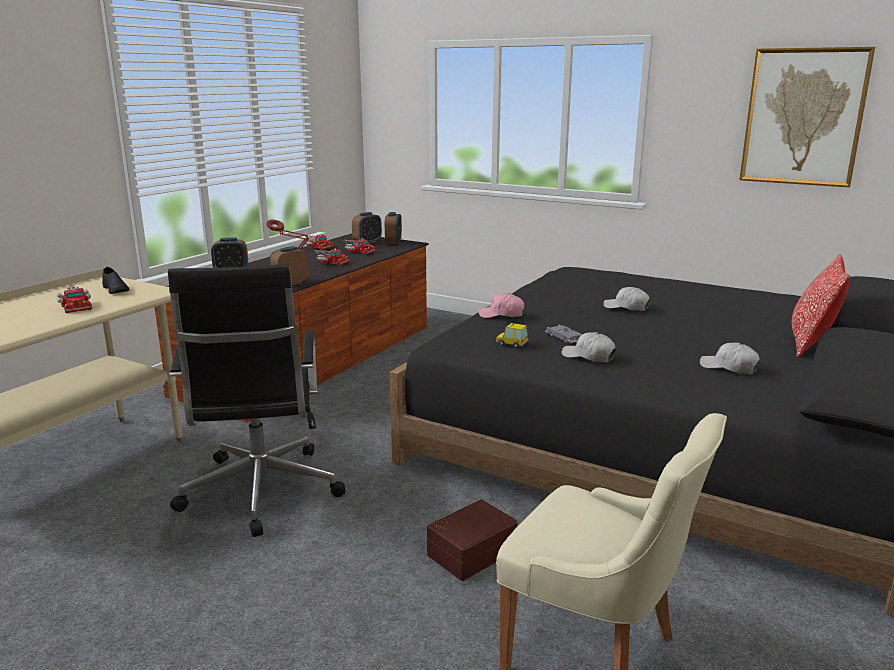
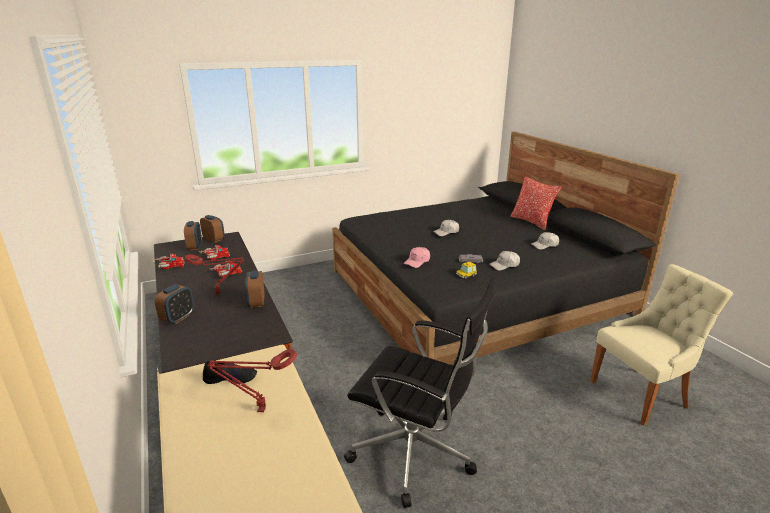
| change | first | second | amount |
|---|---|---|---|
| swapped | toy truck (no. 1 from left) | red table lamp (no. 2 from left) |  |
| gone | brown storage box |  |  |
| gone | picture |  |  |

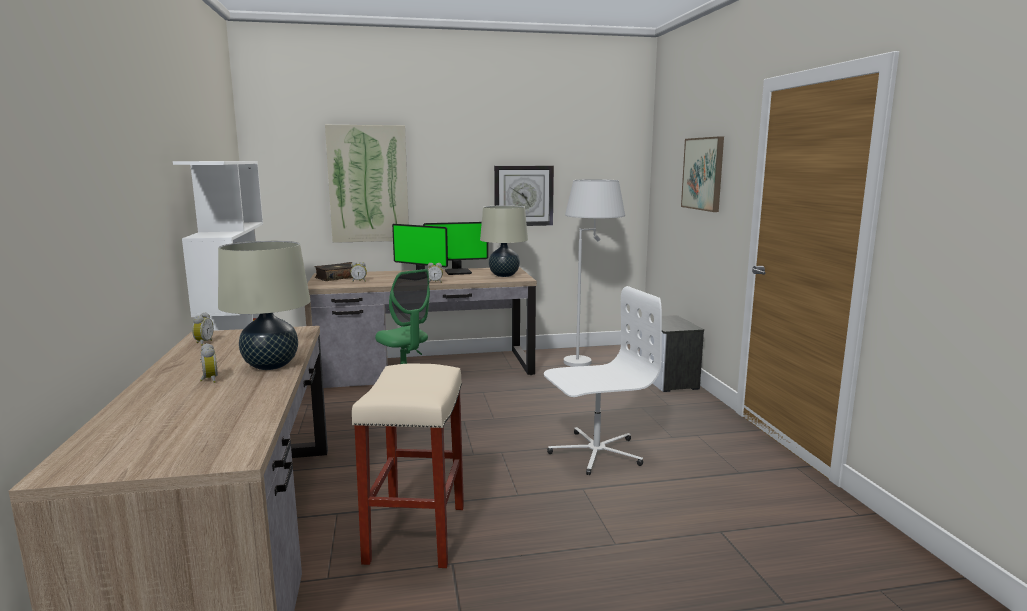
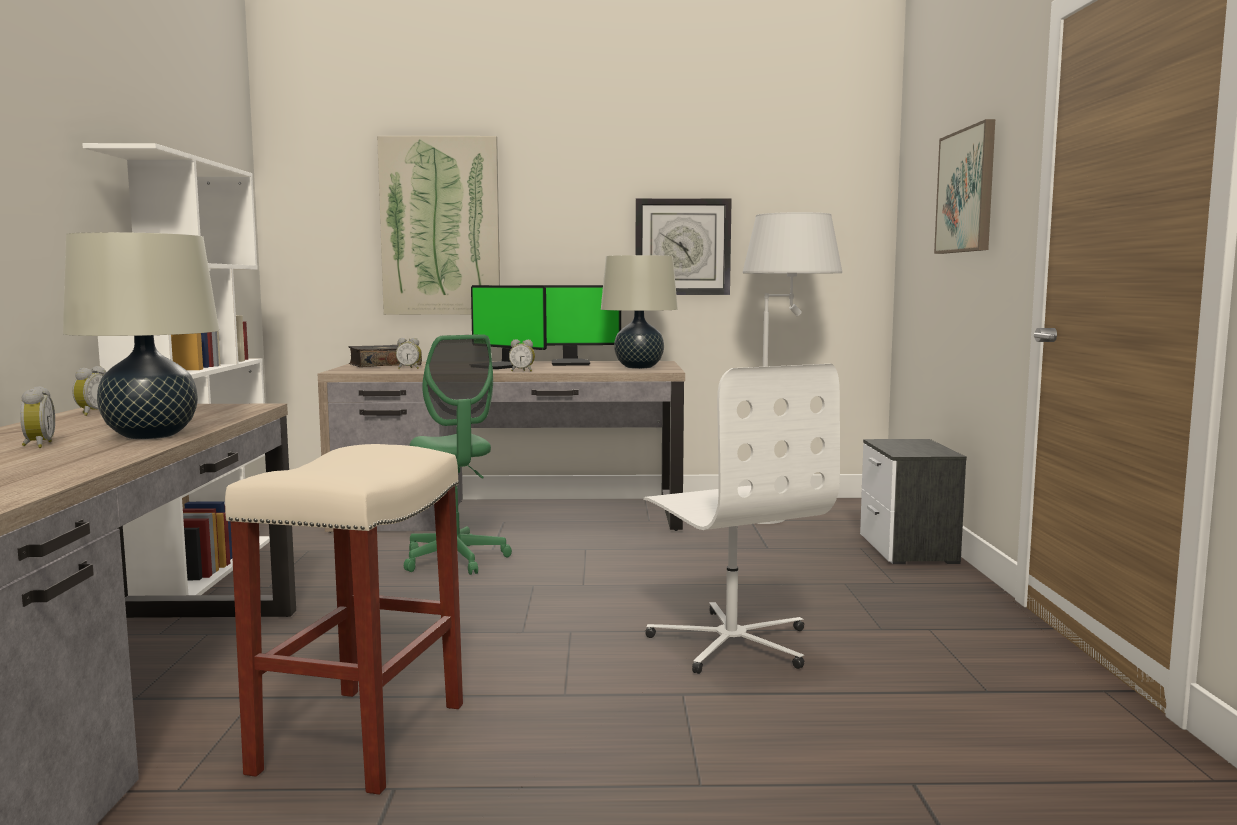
| change | first | second | amount |
|---|---|---|---|
| rotated | white office chair |  | 75 degrees clockwise |

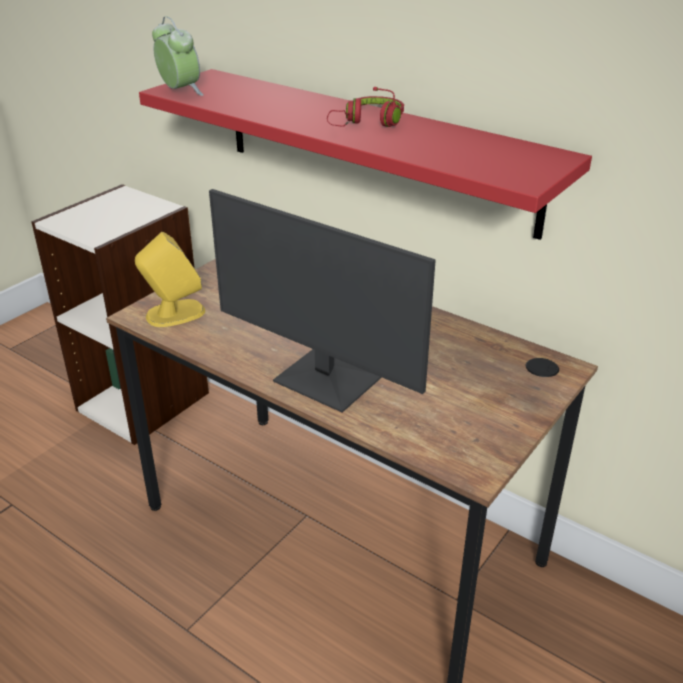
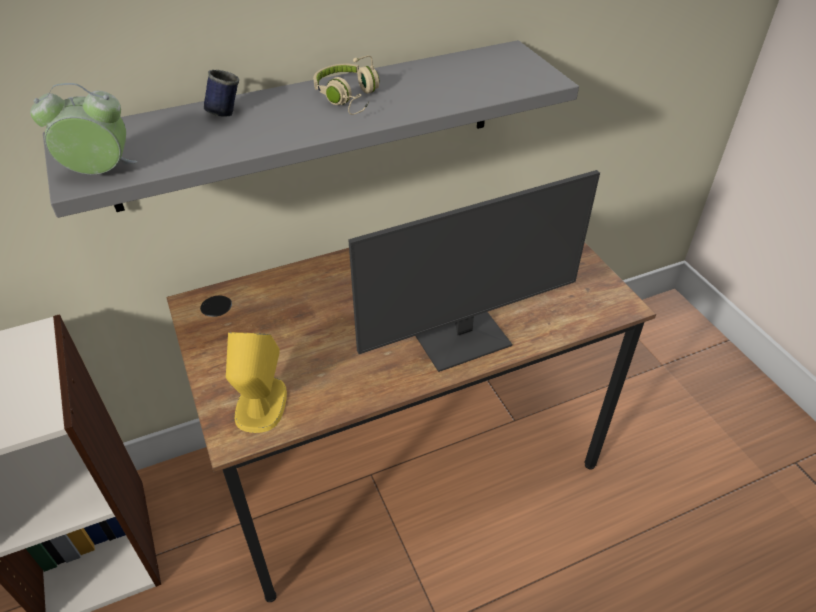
| change | first | second | amount |
|---|---|---|---|
| repainted | red shelf | grey shelf |  |
| new |  | blue mug |  |
| repainted | red headphones | beige headphones |  |

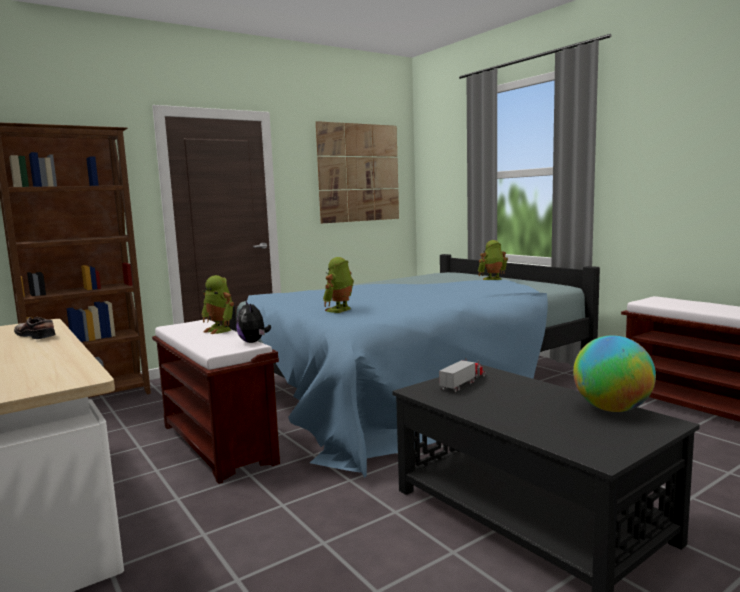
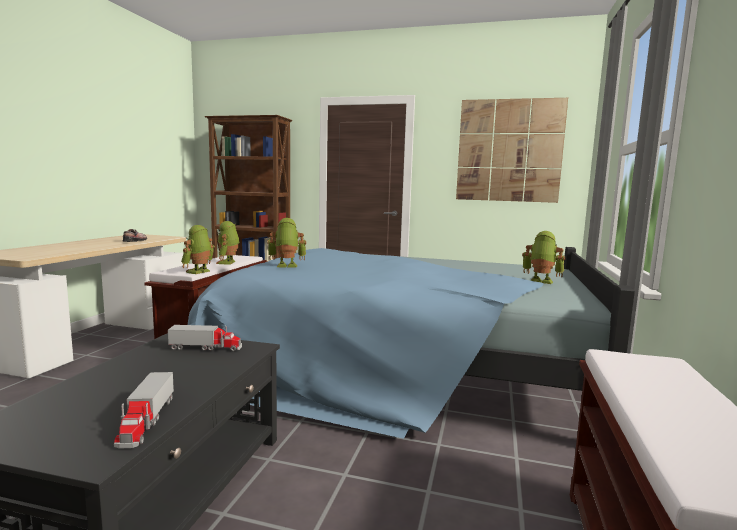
| change | first | second | amount |
|---|---|---|---|
| swapped | globe | toy truck (no. 1 from left) |  |
| swapped | plush toy | toy robot (no. 1 from left) |  |

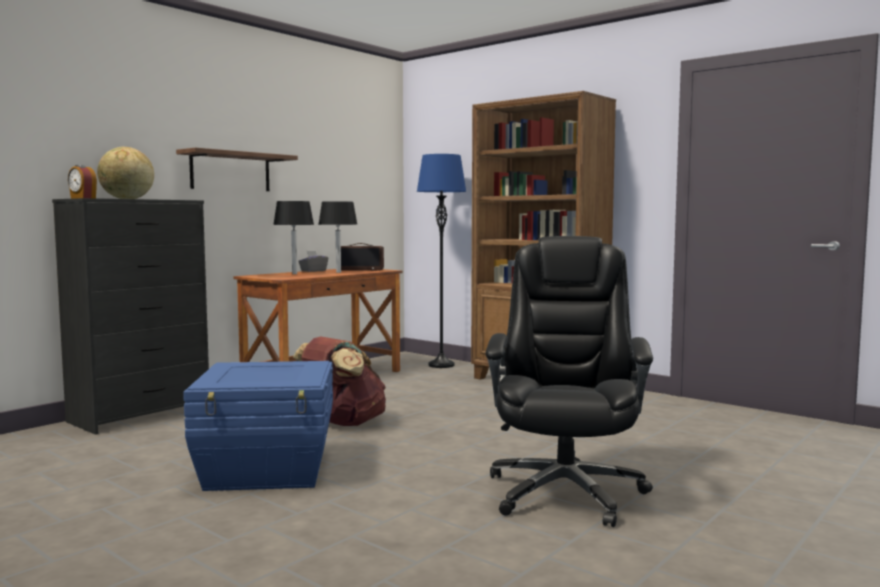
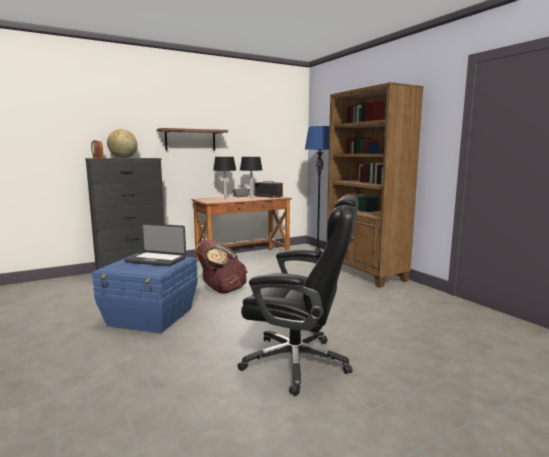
| change | first | second | amount |
|---|---|---|---|
| new |  | laptop |  |
| rotated | black office chair |  | 75 degrees clockwise |

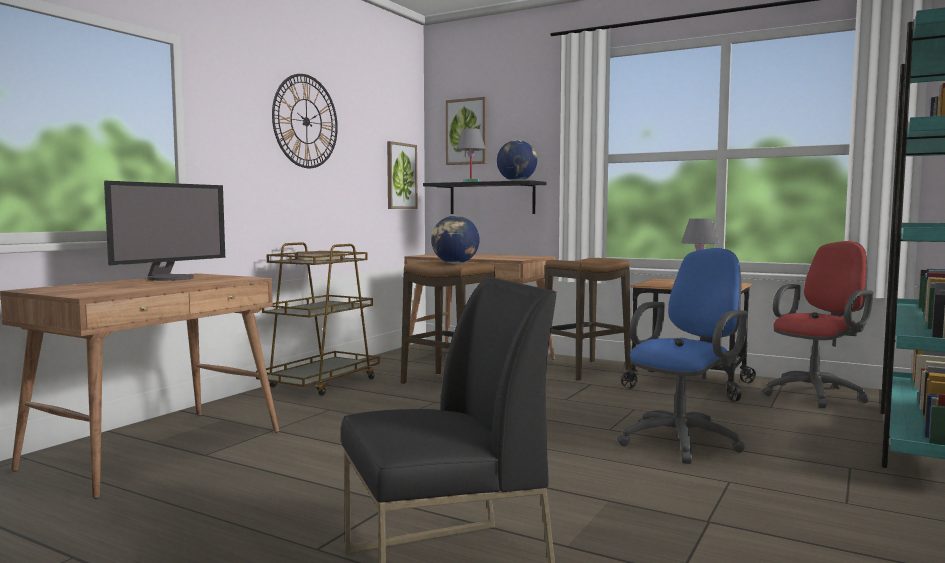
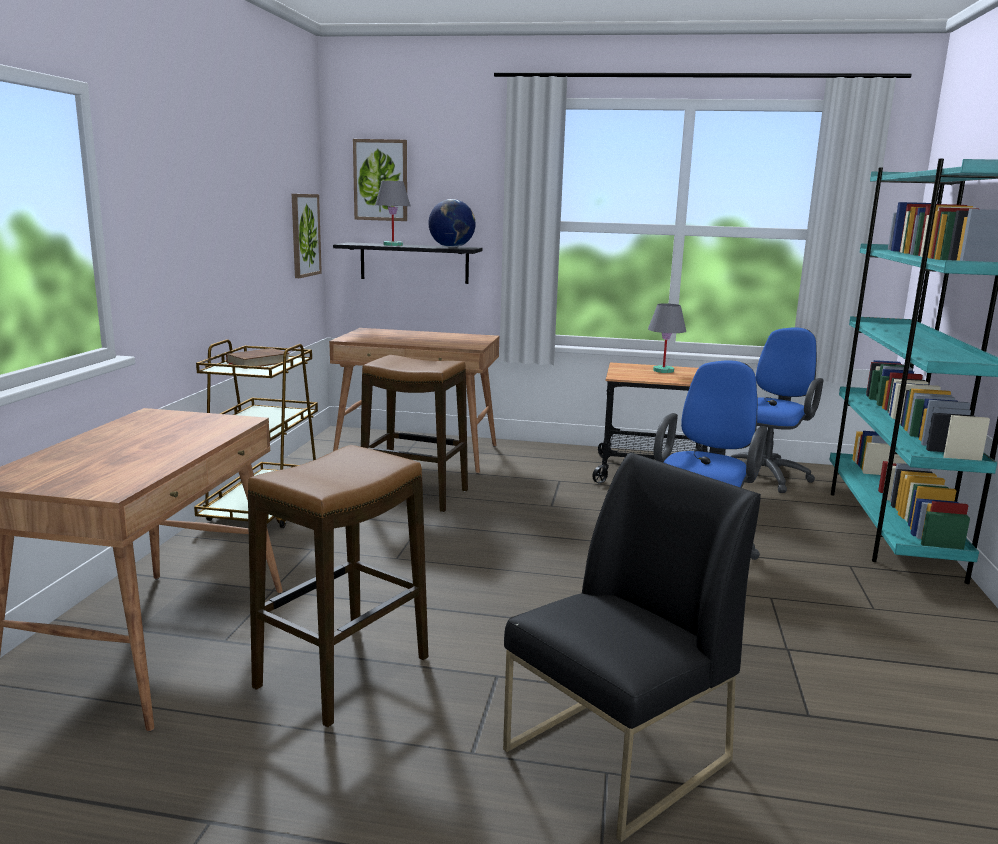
| change | first | second | amount |
|---|---|---|---|
| shifted | stool (no. 2 from left in the first image) | stool (no. 1 from left) |  |
| repainted | red office chair | blue office chair (no. 2 from left) |  |
| gone | monitor |  |  |
| gone | wall clock |  |  |
| gone | globe (no. 1 from left) |  |  |

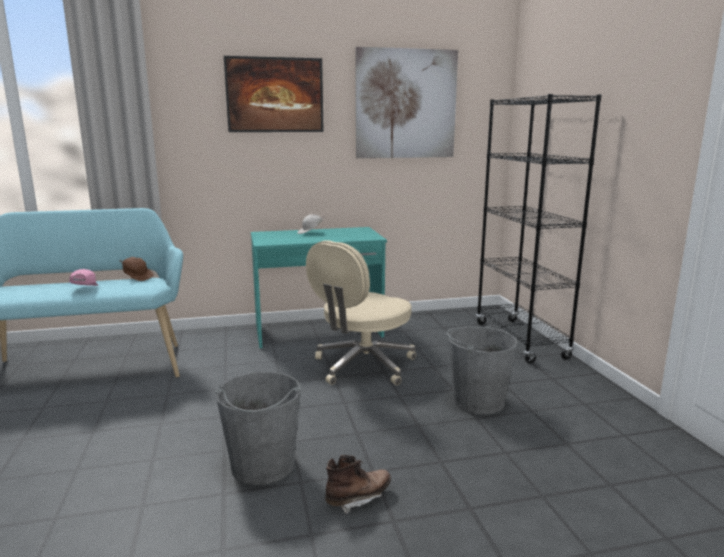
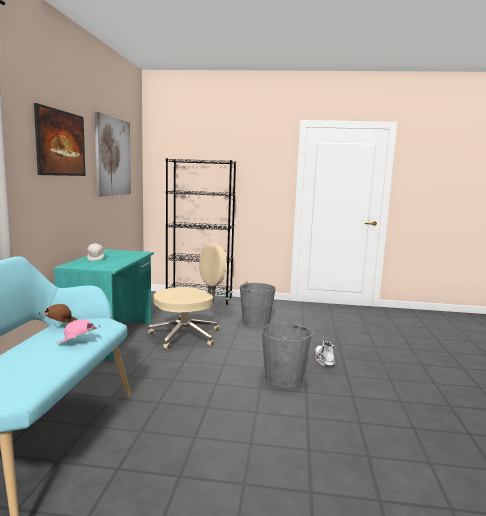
| change | first | second | amount |
|---|---|---|---|
| rotated | beige office chair |  | 90 degrees counterclockwise |
| repainted | brown boot | white boot |  |

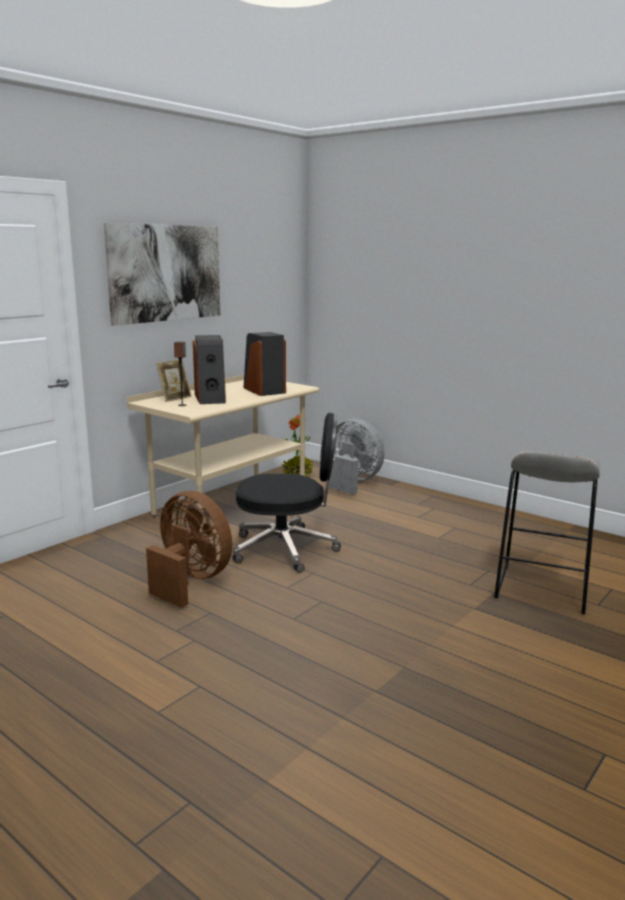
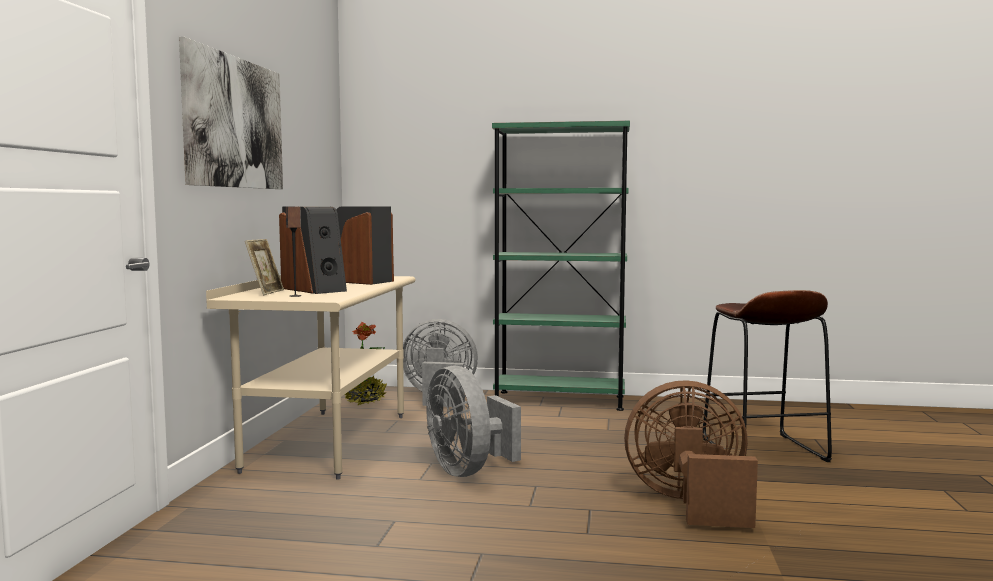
| change | first | second | amount |
|---|---|---|---|
| swapped | black office chair | grey fan (no. 2 from left) |  |
| new |  | green bookcase |  |
| shifted | brown fan |  |  |
| repainted | grey stool | brown stool |  |

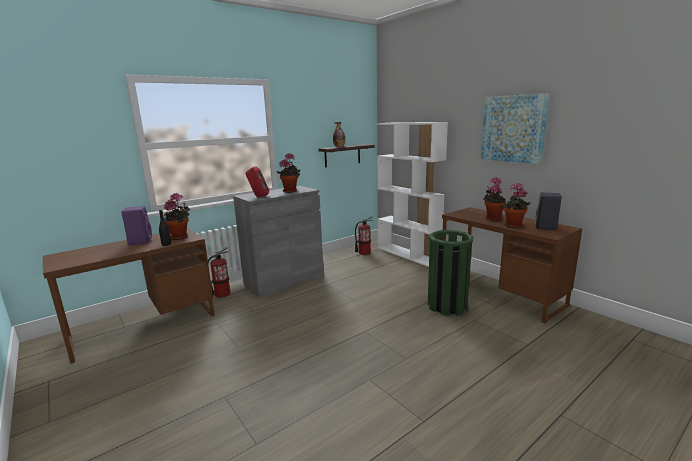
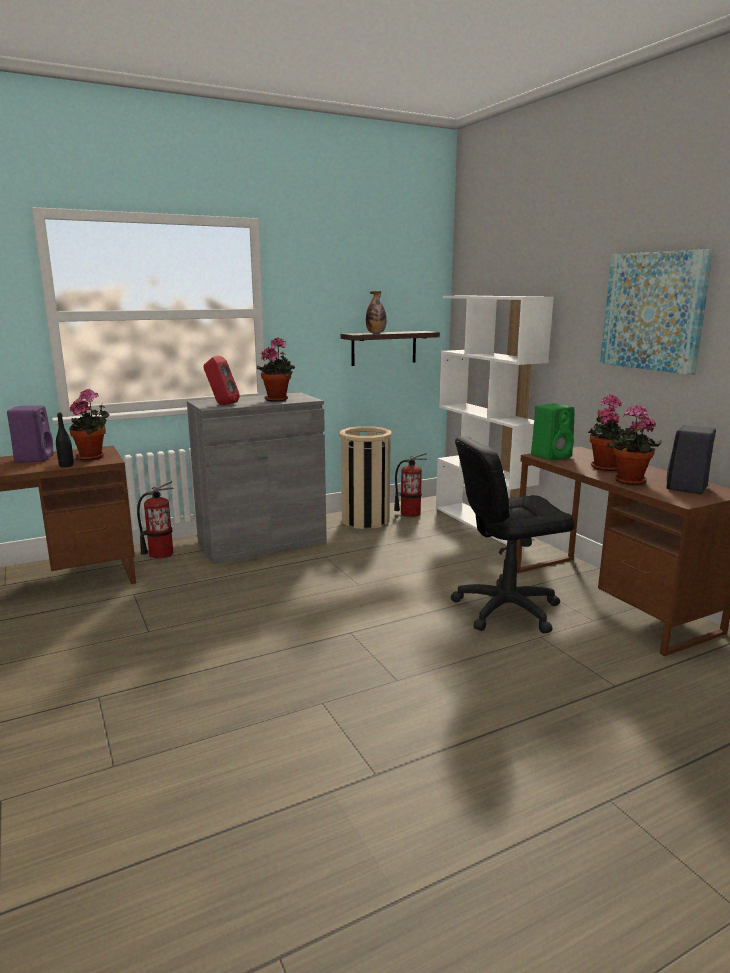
| change | first | second | amount |
|---|---|---|---|
| new |  | beige trash can |  |
| swapped | green trash can | black office chair |  |
| new |  | green speaker |  |

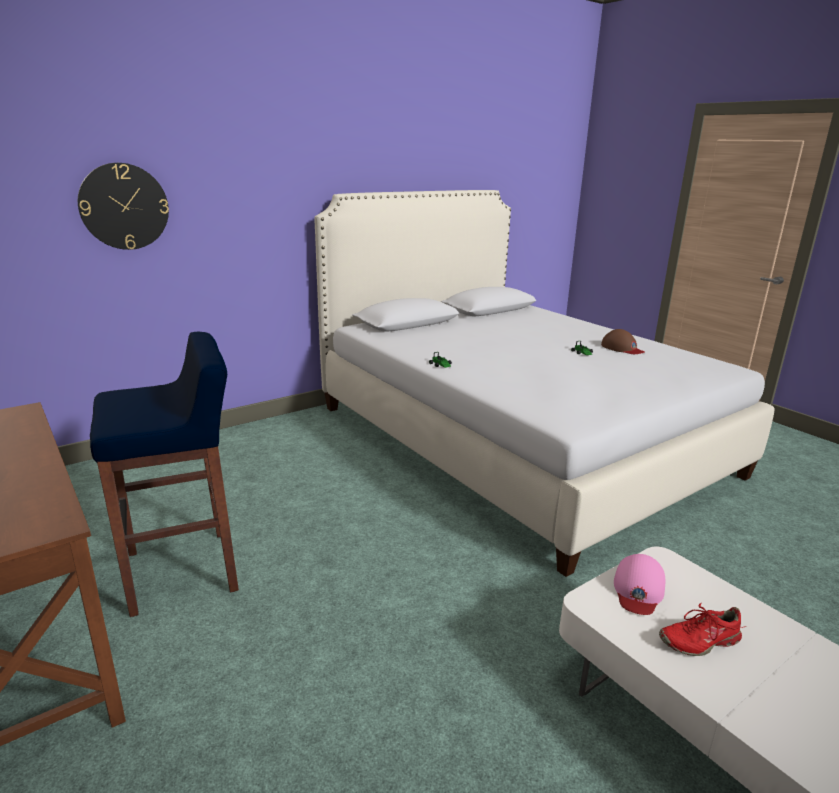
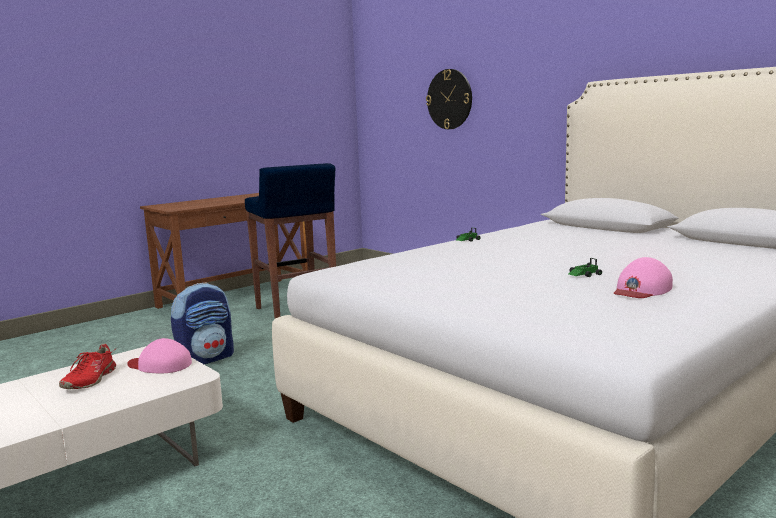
| change | first | second | amount |
|---|---|---|---|
| rotated | red shoe |  | 150 degrees counterclockwise |
| new |  | backpack |  |
| repainted | brown cap | pink cap (no. 2 from left) |  |

